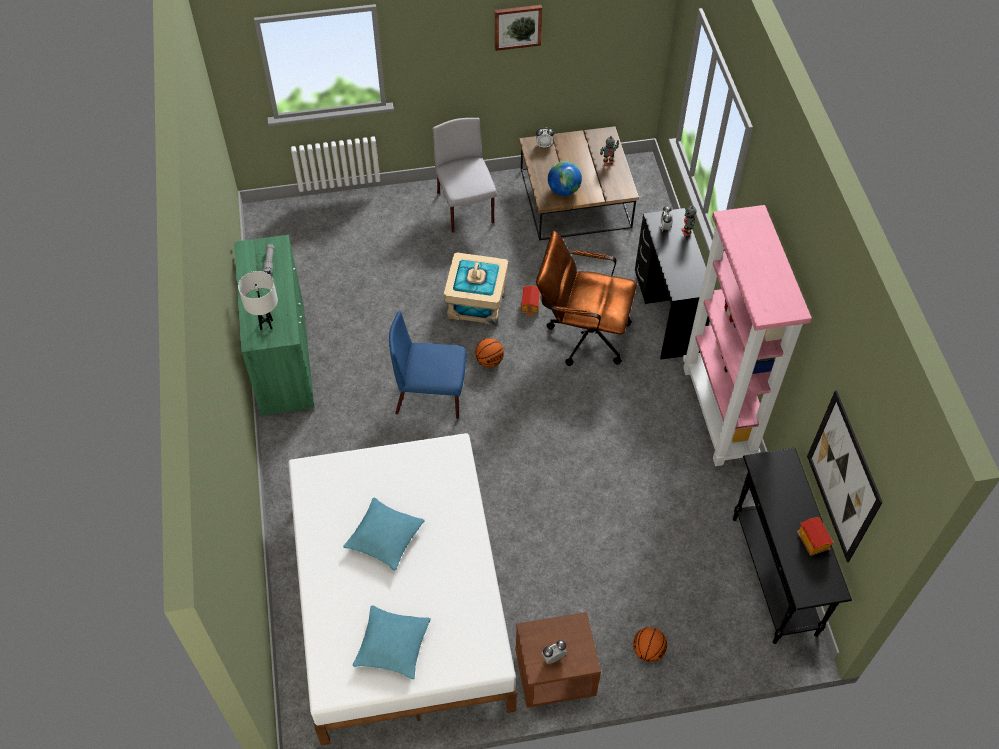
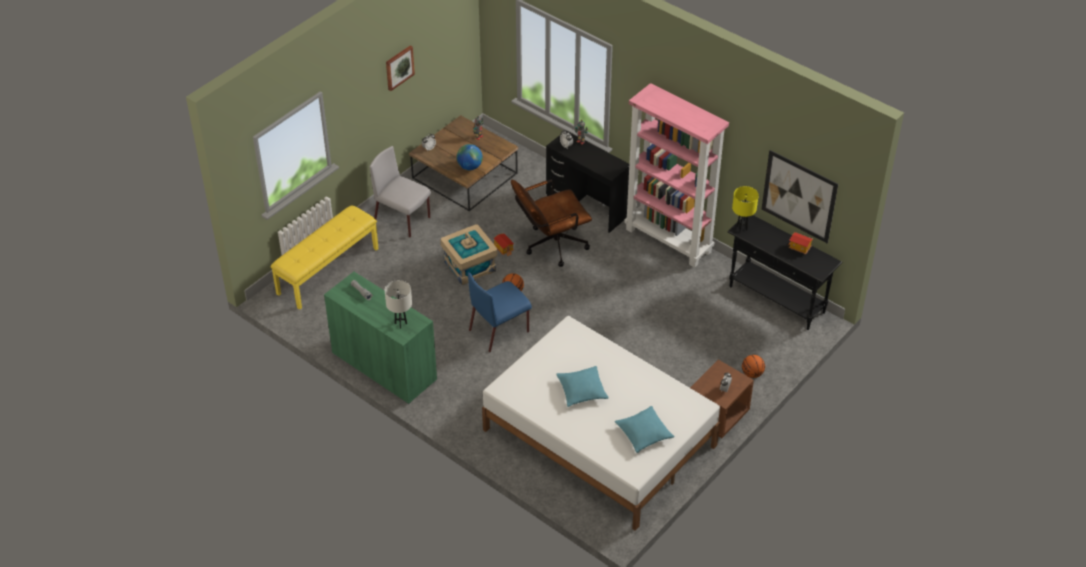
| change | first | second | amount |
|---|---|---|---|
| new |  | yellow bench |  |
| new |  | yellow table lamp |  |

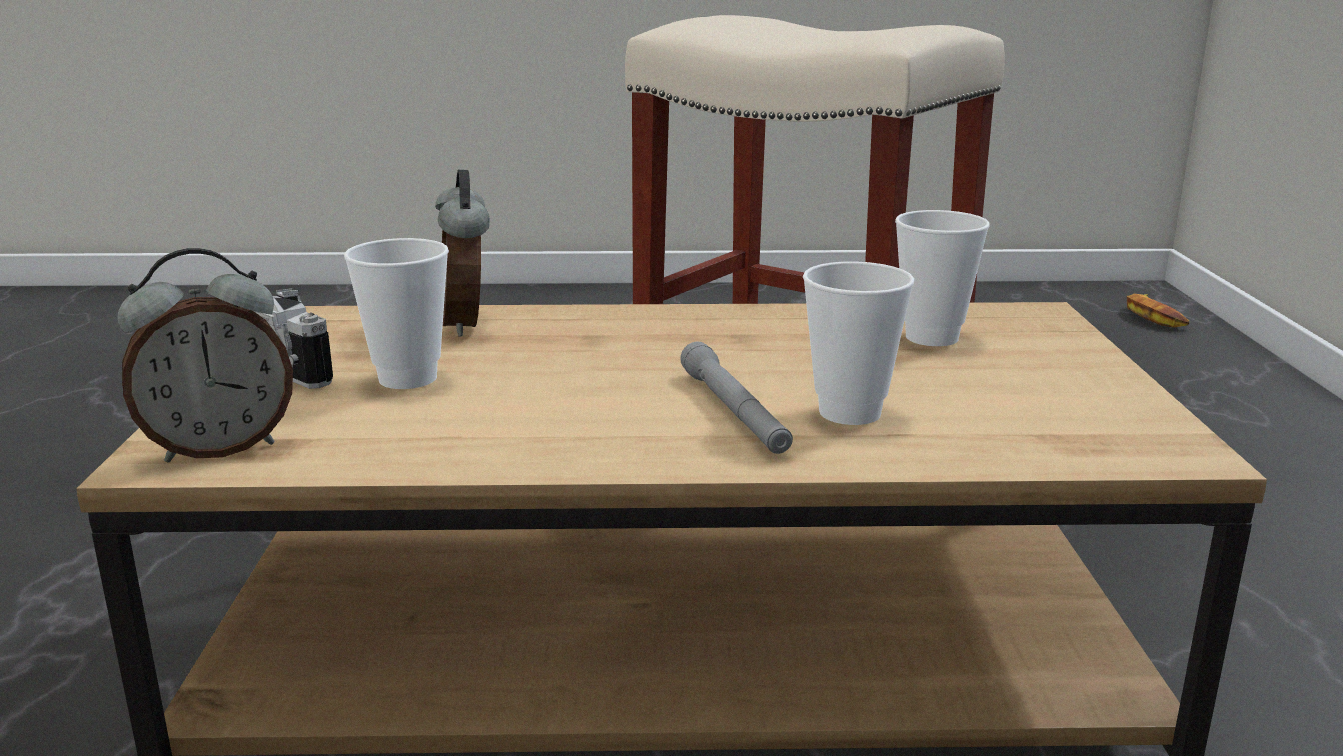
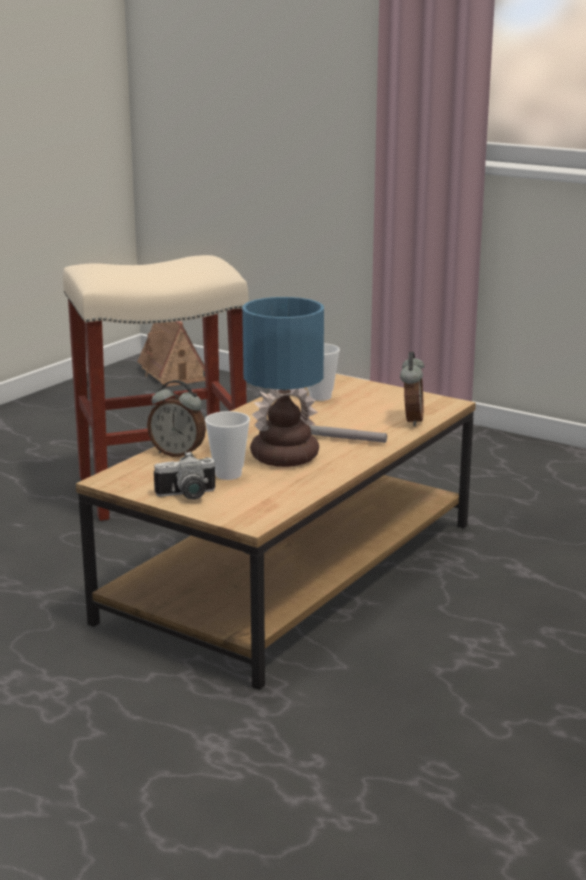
| change | first | second | amount |
|---|---|---|---|
| swapped | banana | toy house |  |
| new |  | table lamp |  |
| shifted | alarm clock (no. 1 from left in the first image) | alarm clock (no. 2 from left) |  |
| gone | cup (no. 2 from left) |  |  |

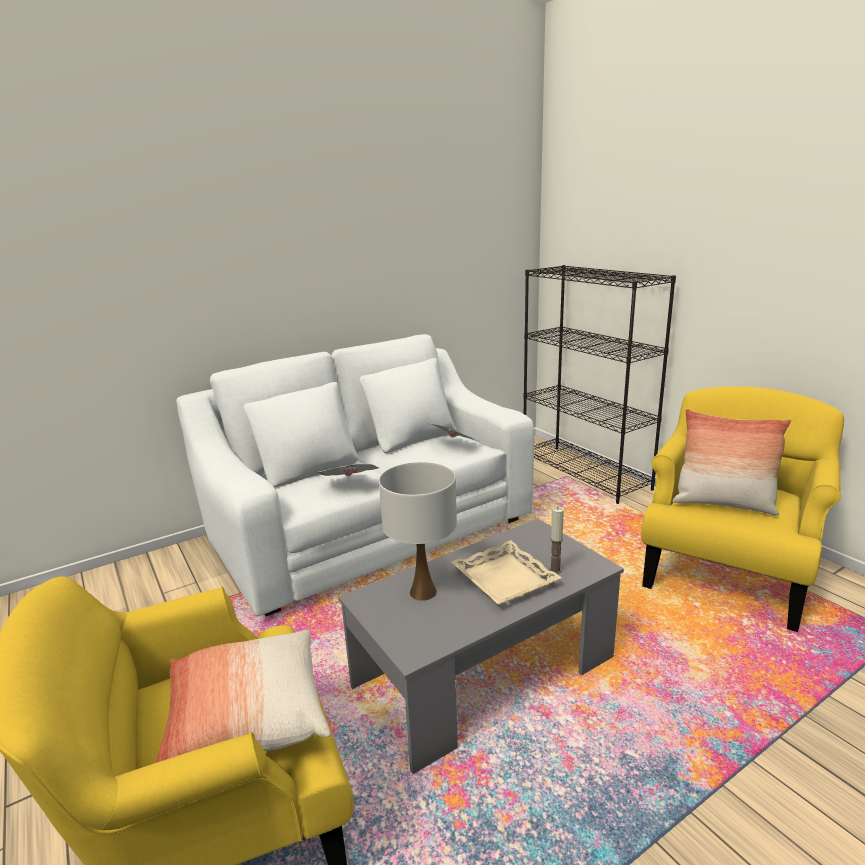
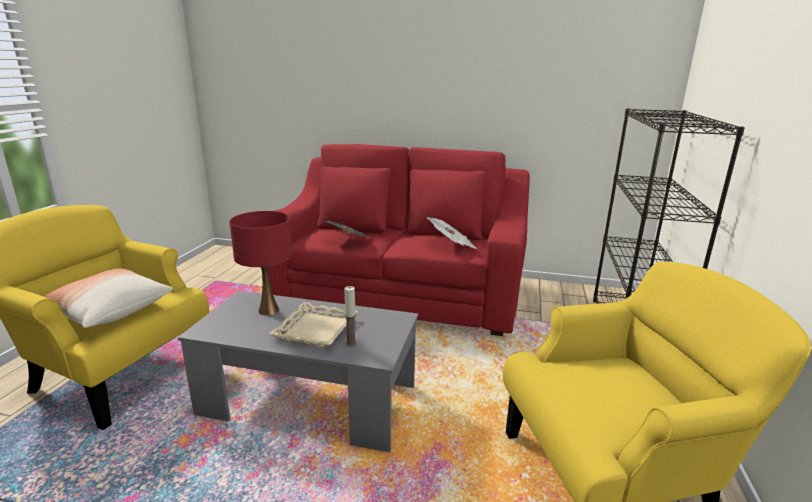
| change | first | second | amount |
|---|---|---|---|
| repainted | white table lamp | red table lamp |  |
| repainted | white sofa | red sofa |  |
| gone | pillow (no. 2 from left) |  |  |

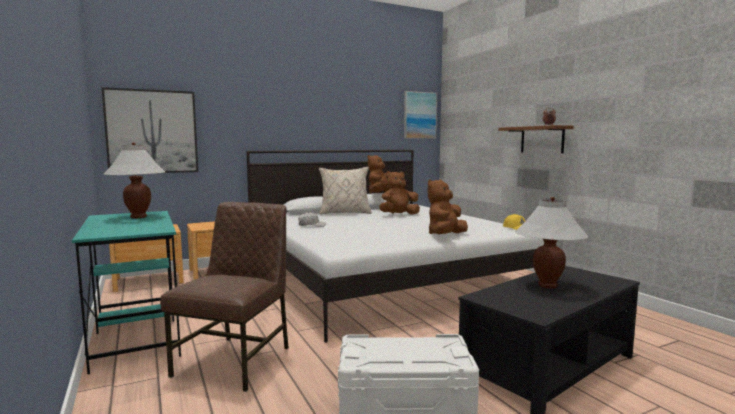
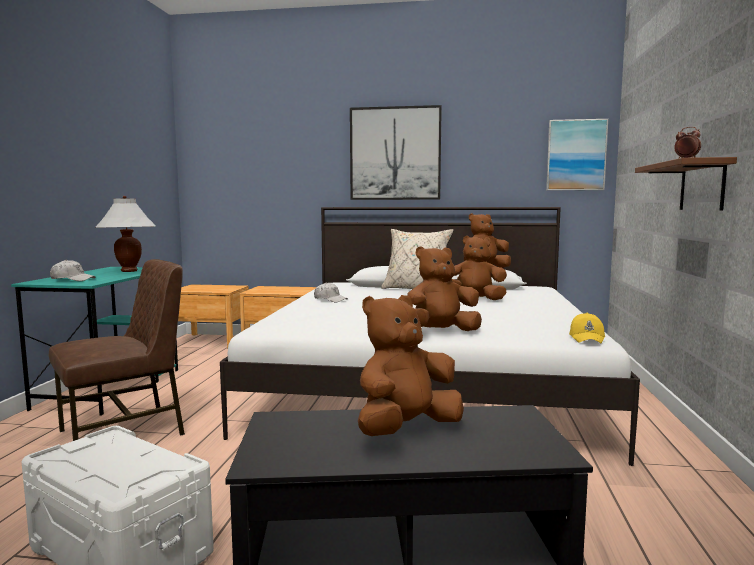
| change | first | second | amount |
|---|---|---|---|
| new |  | white cap (no. 1 from left) |  |
| shifted | picture (no. 1 from left) |  |  |
| swapped | white table lamp (no. 2 from left) | brown plush toy (no. 1 from left) |  |

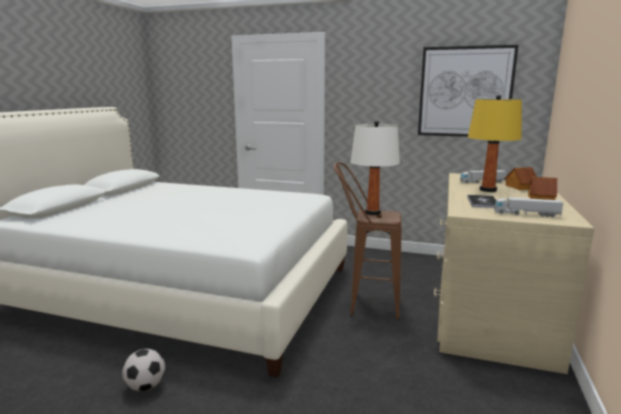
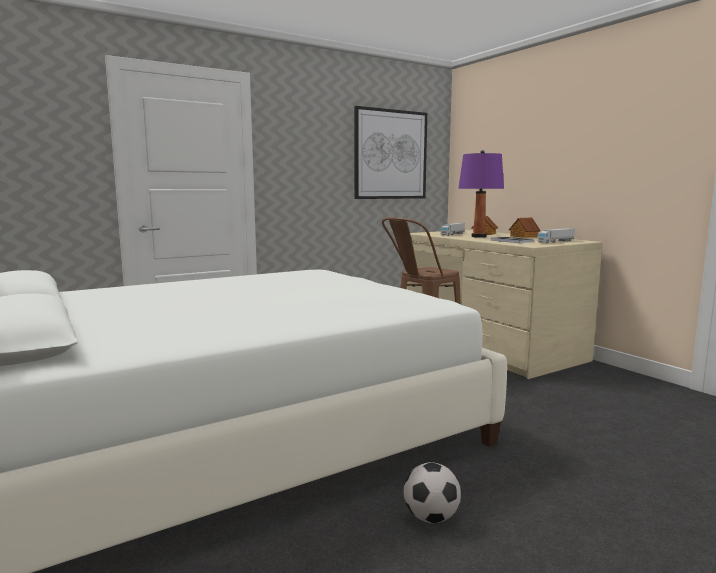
| change | first | second | amount |
|---|---|---|---|
| repainted | yellow table lamp | purple table lamp |  |
| gone | white table lamp |  |  |

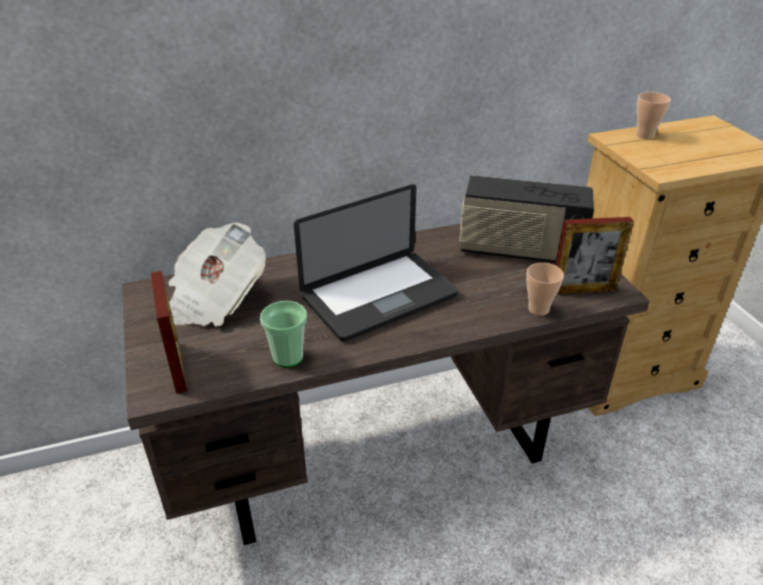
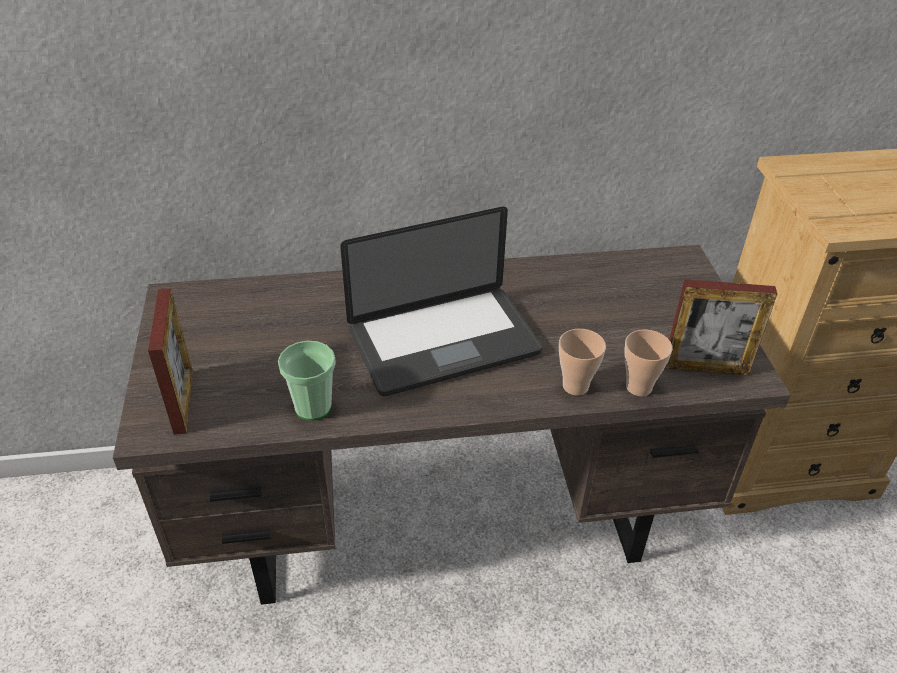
| change | first | second | amount |
|---|---|---|---|
| shifted | cup (no. 3 from left in the first image) | cup (no. 2 from left) |  |
| gone | newspaper |  |  |
| gone | radio |  |  |

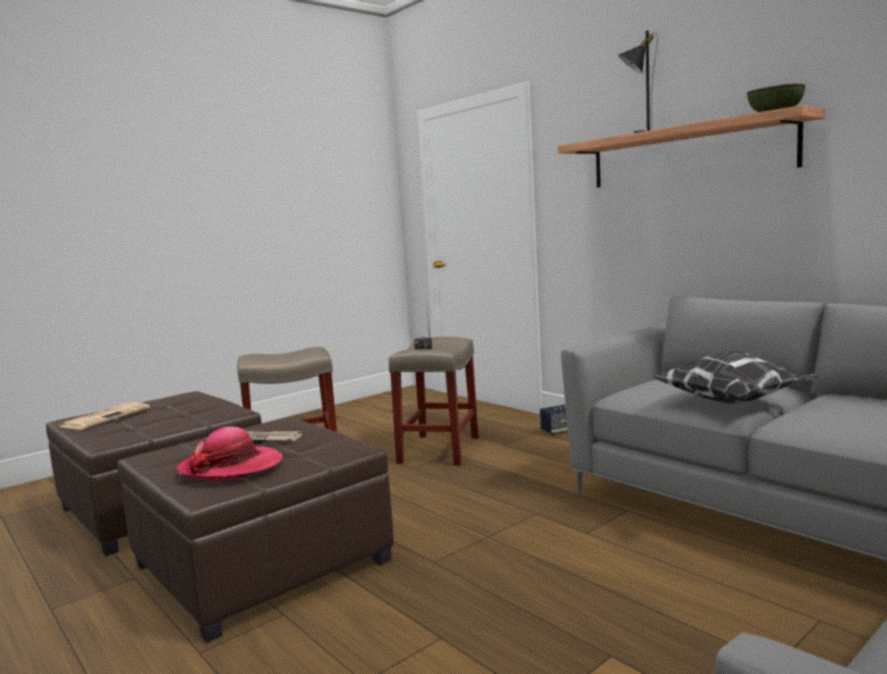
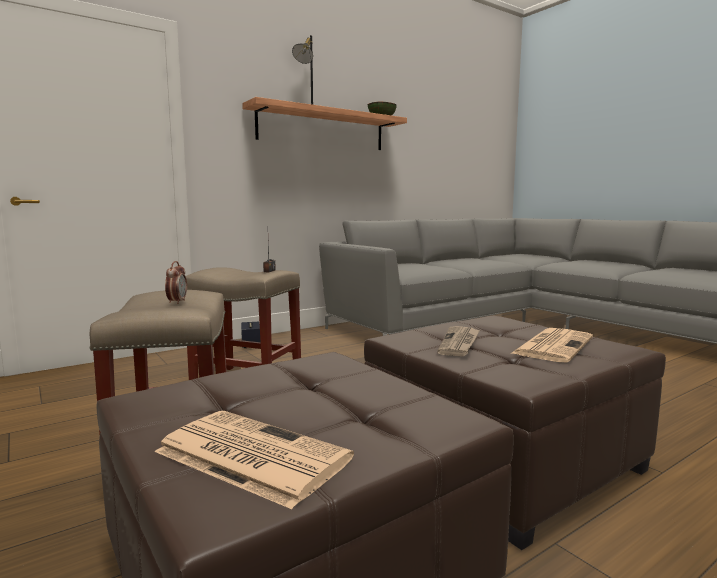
| change | first | second | amount |
|---|---|---|---|
| new |  | alarm clock |  |
| swapped | hat | newspaper (no. 3 from left) |  |
| gone | pillow |  |  |

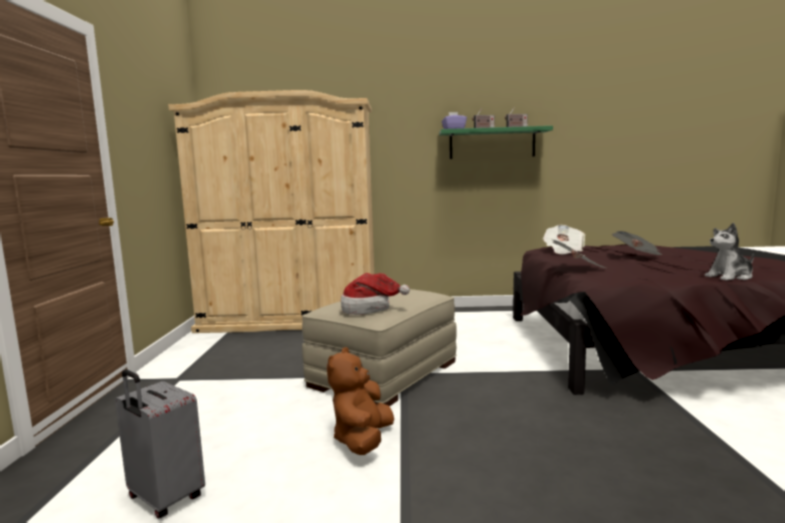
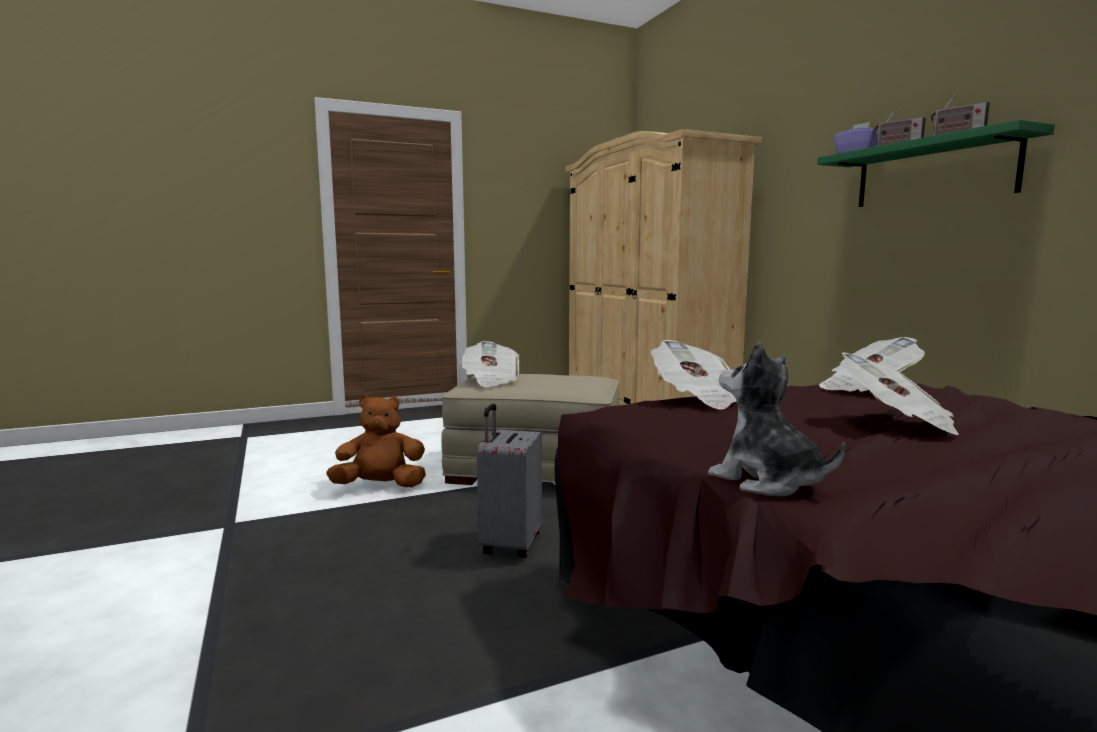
| change | first | second | amount |
|---|---|---|---|
| swapped | hat | newspaper (no. 1 from left) |  |
| shifted | grey suitcase |  |  |

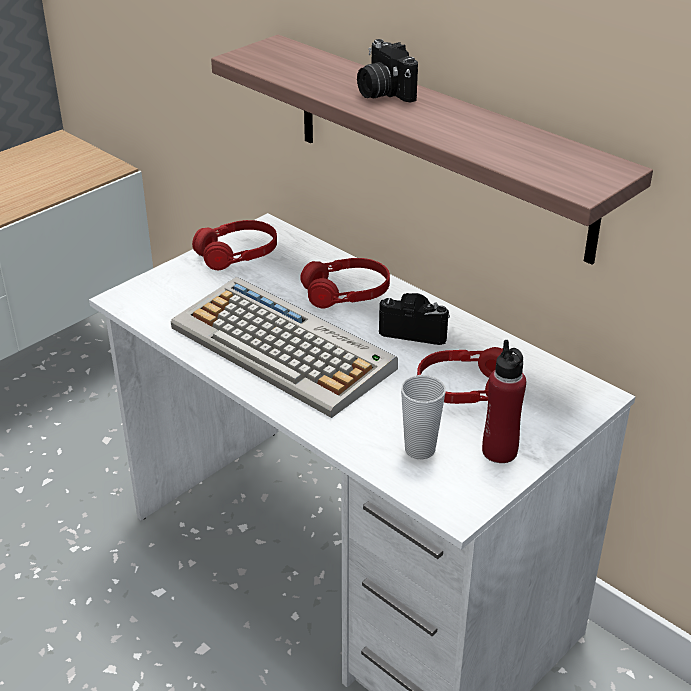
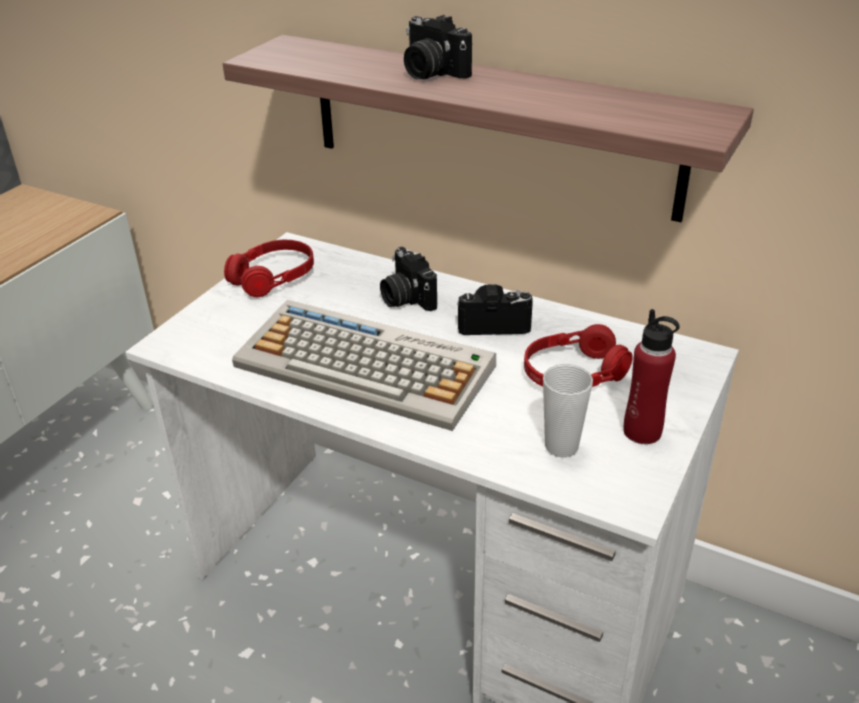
| change | first | second | amount |
|---|---|---|---|
| swapped | red headphones (no. 2 from left) | photo camera (no. 1 from left) |  |

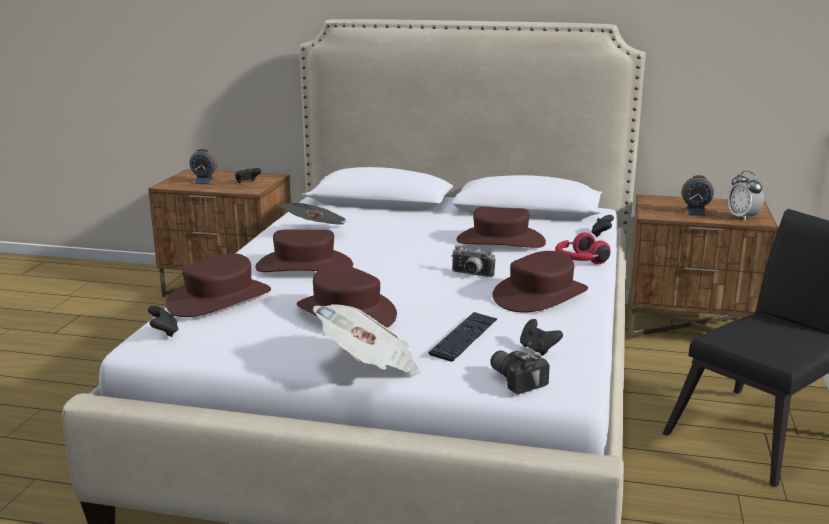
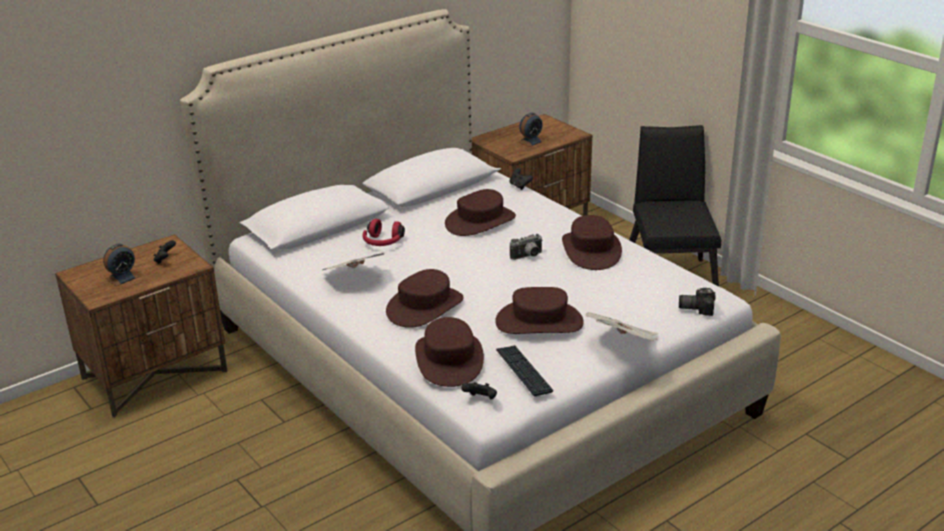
| change | first | second | amount |
|---|---|---|---|
| shifted | red headphones |  |  |
| shifted | keyboard |  |  |
| gone | black game controller (no. 3 from left) |  |  |
| gone | alarm clock (no. 3 from left) |  |  |

